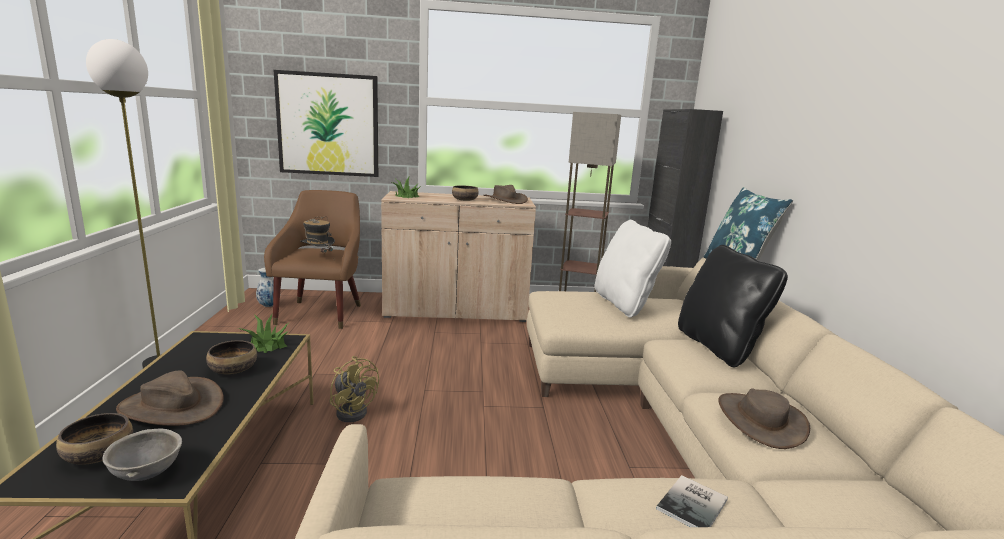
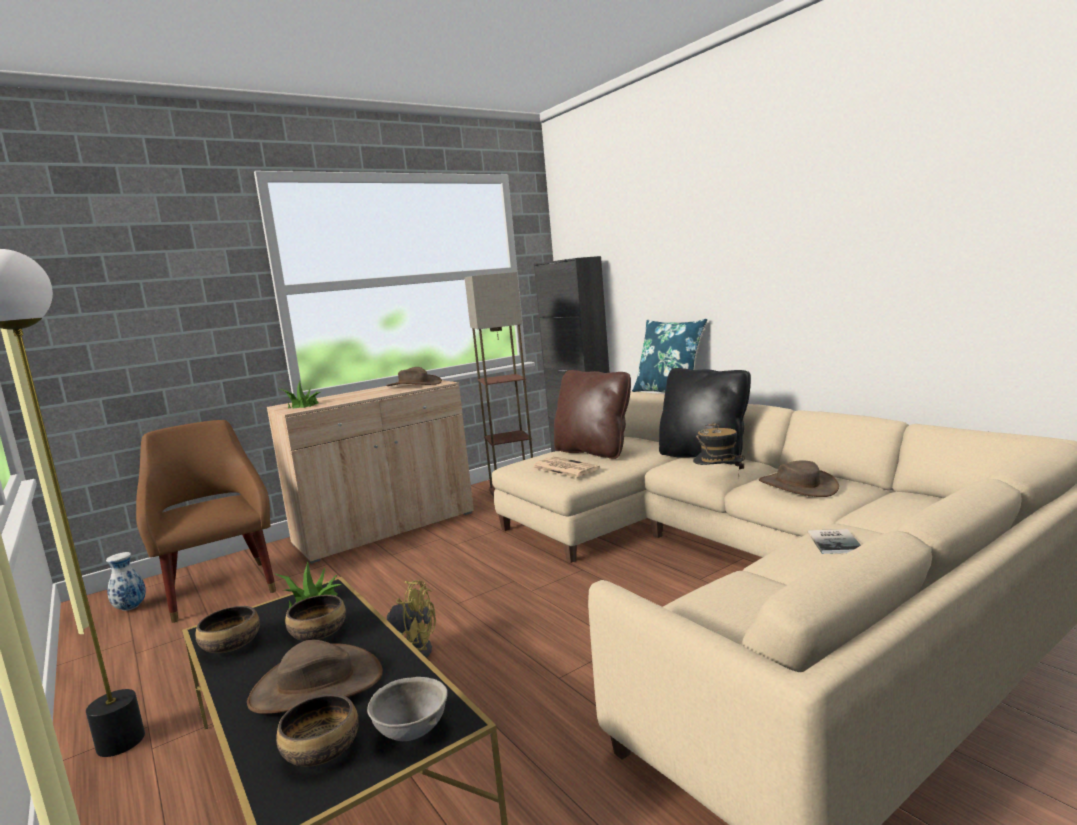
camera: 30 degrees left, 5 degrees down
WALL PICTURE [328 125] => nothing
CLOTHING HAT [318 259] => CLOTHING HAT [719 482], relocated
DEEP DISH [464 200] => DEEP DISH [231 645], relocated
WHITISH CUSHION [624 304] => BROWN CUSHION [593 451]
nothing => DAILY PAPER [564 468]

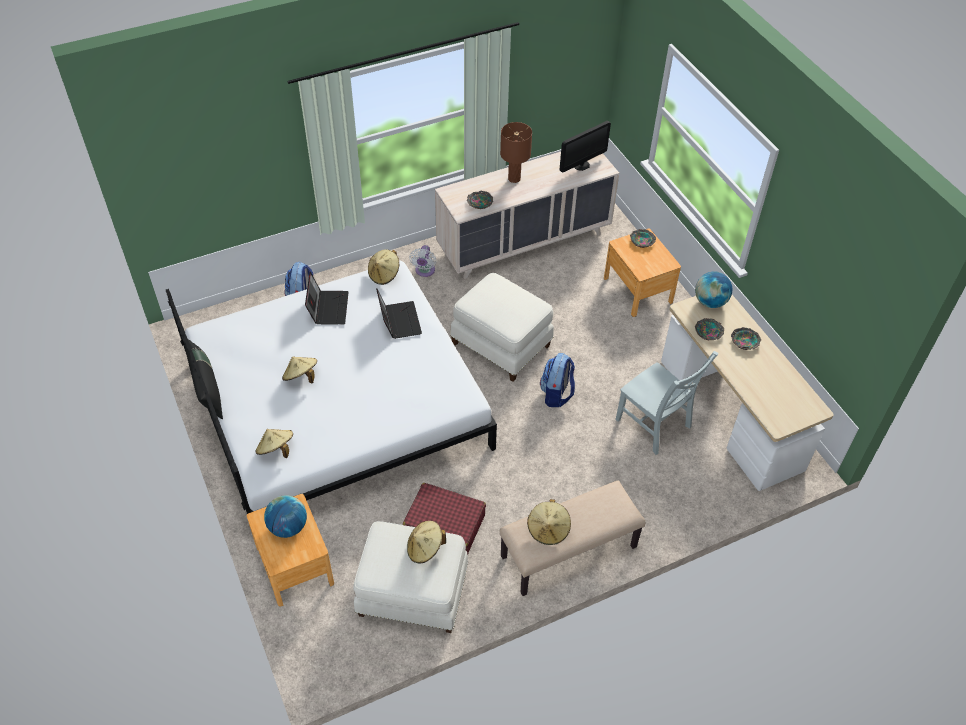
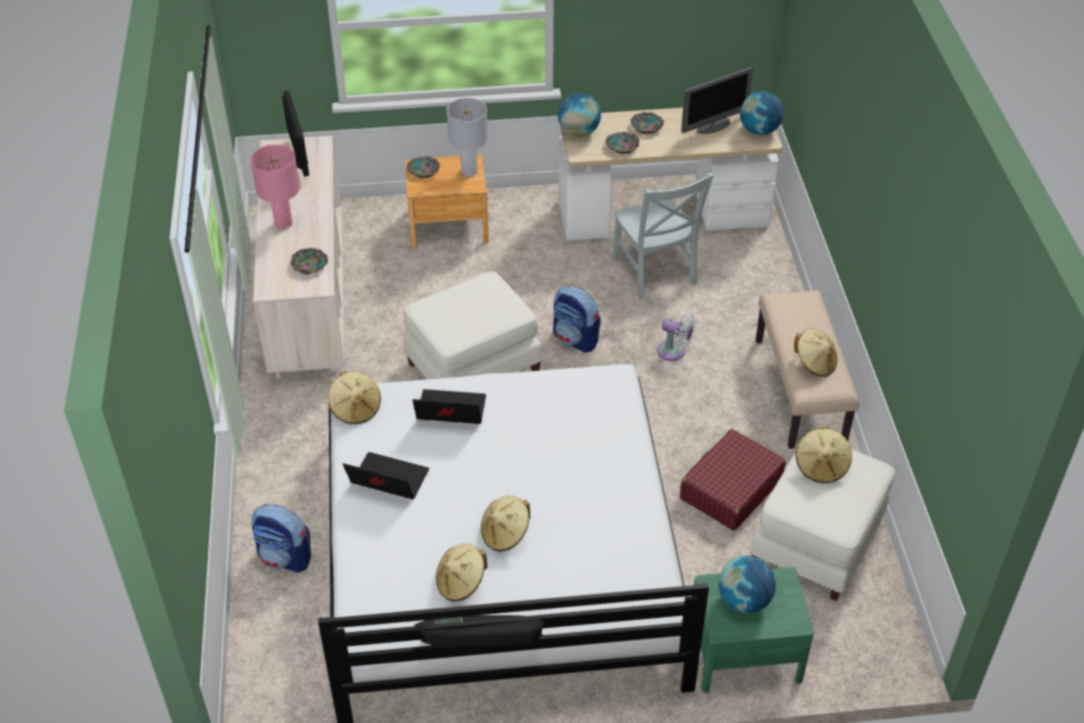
camera: 70 degrees left, 5 degrees down
BROWN NIGHTSTAND [294 565] => GREEN NIGHTSTAND [744 653]
SAND-COLOURED CLOTHING HAT [276 450] => SAND-COLOURED CLOTHING HAT [461 583], relocated
WHITISH FAN [424 271] => WHITISH FAN [674 352], relocated
BROWN TABLETOP LAMP [514 178] => PINK-COLOURED TABLETOP LAMP [283 224]
GREYISH UPRIGHT CHAIR [655 425] => GREYISH UPRIGHT CHAIR [655 273], 90 degrees clockwise
nothing => GREYISH TABLETOP LAMP [469 171]
nothing => MONITOR [713 126]
nothing => WORLD GLOBE [759 131]

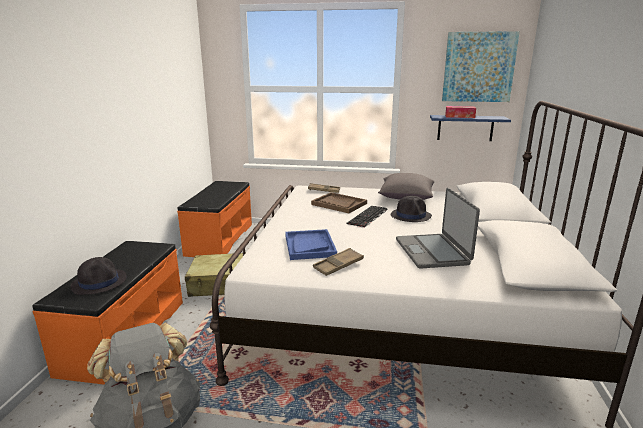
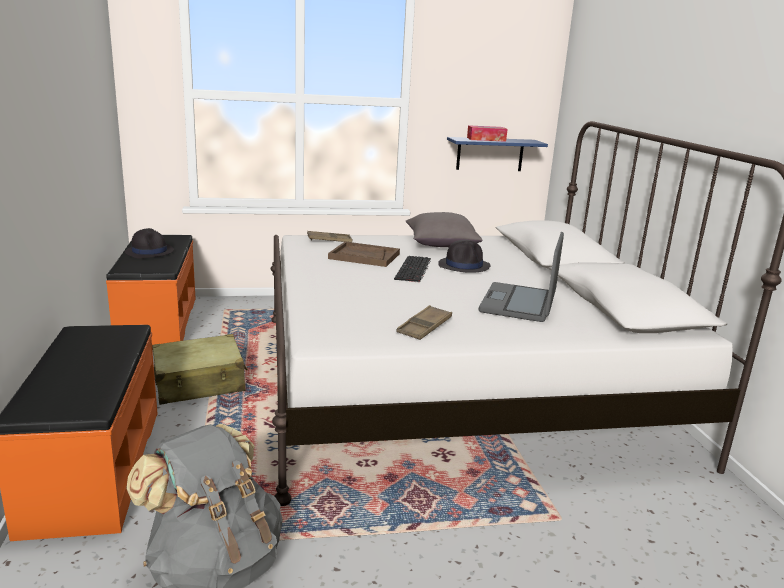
camera: 20 degrees left, 0 degrees up
BLACKISH CLOTHING HAT [99 282] => BLACKISH CLOTHING HAT [149 251], relocated
BLUISH CARRYING TRAY [309 246] => nothing
NOTEBOOK COMPUTER [432 251] => NOTEBOOK COMPUTER [519 304], 45 degrees clockwise
WALL PICTURE [478 67] => nothing

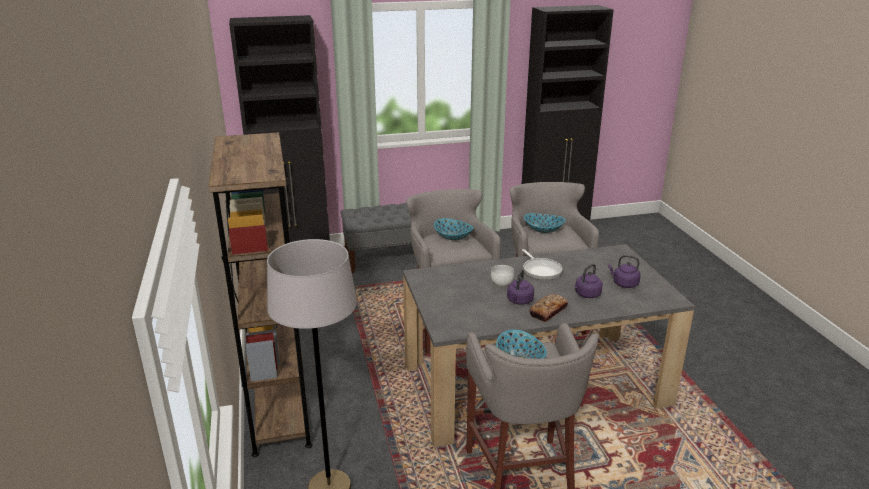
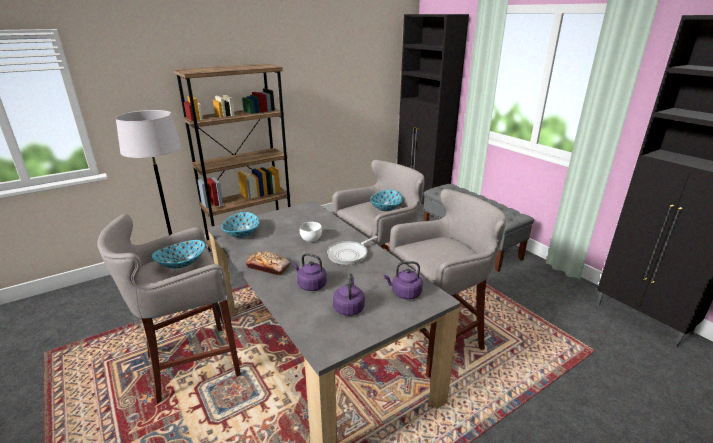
camera: 70 degrees right, 0 degrees up
PURPLISH TEA KETTLE [519 301] => PURPLISH TEA KETTLE [404 293], relocated
DEEP DISH [543 230] => DEEP DISH [242 234], relocated

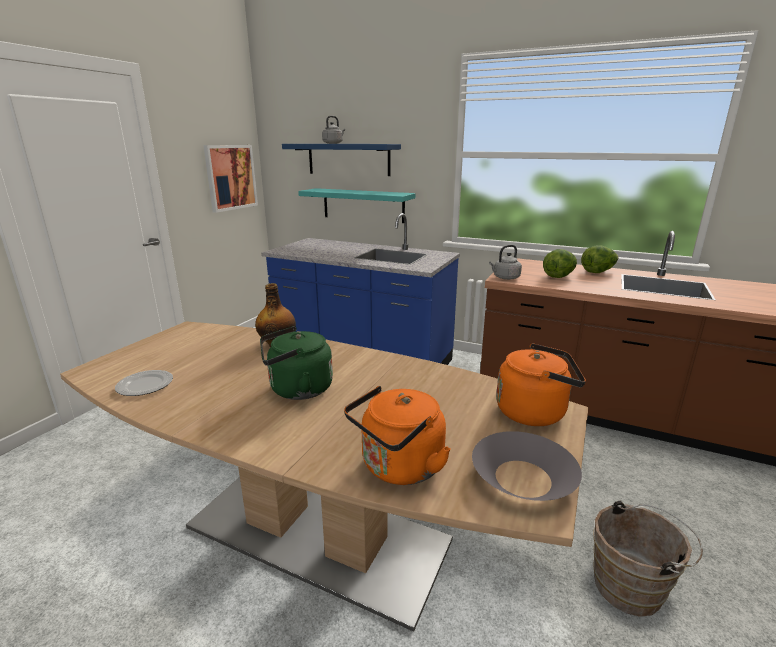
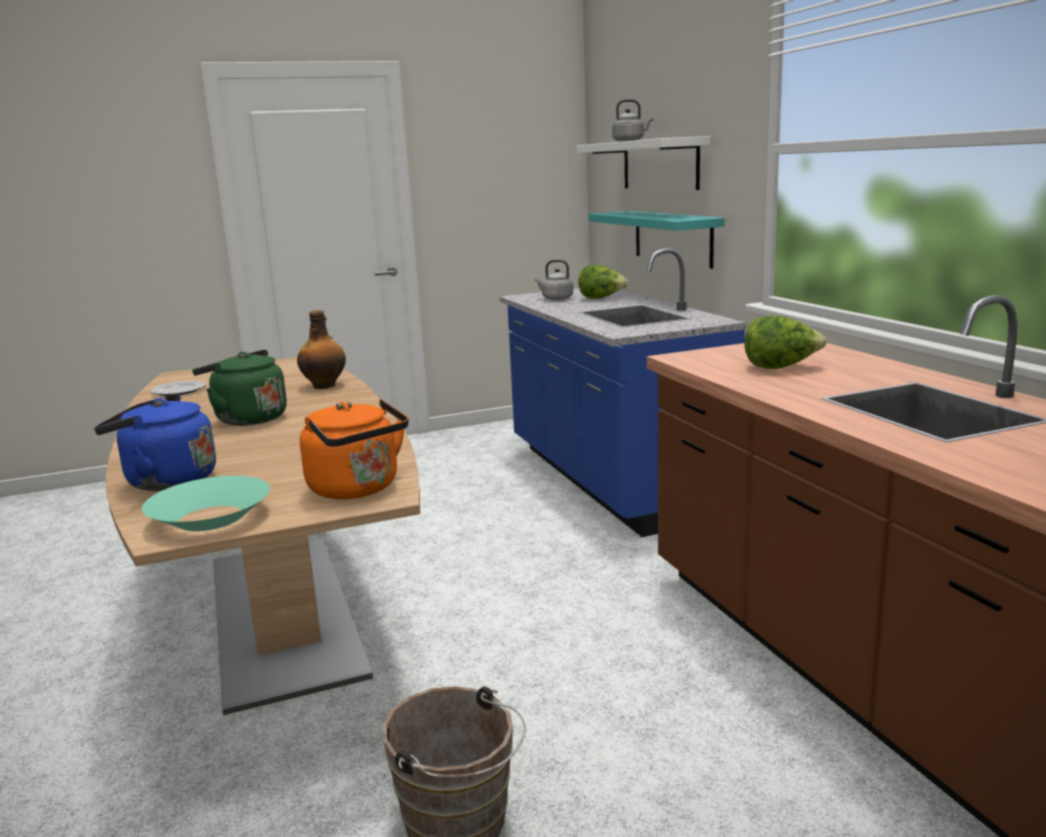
camera: 45 degrees right, 5 degrees down
WALL PICTURE [231 177] => nothing
BLUISH SHELF [348 159] => WHITISH SHELF [660 164]
ORANGE-COLOURED TEA KETTLE [399 468] => BLUISH TEA KETTLE [165 481]
GREYISH DEEP DISH [522 477] => TURQUOISE-COLOURED DEEP DISH [211 517]
GREYISH TEA KETTLE [505 278] => GREYISH TEA KETTLE [555 299], relocated
LETTUCE HEAD [598 272] => LETTUCE HEAD [601 298], relocated

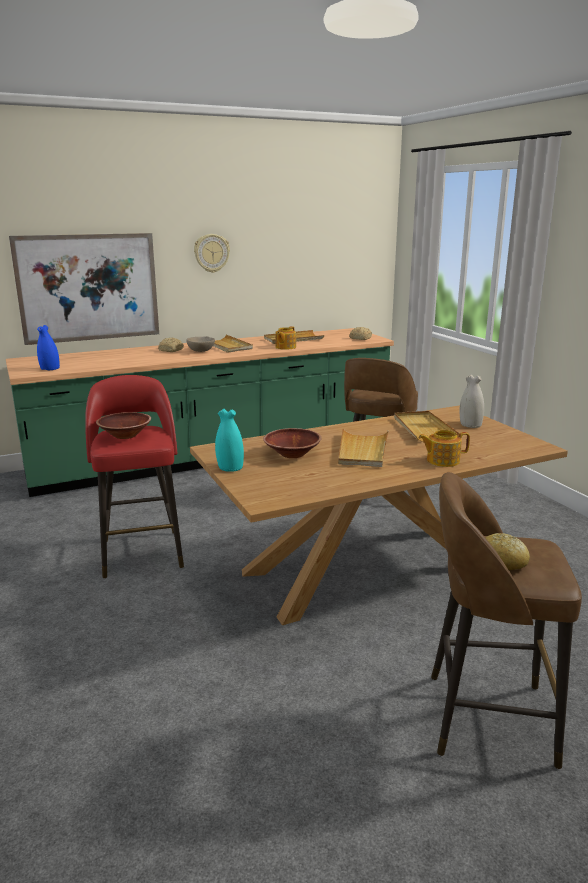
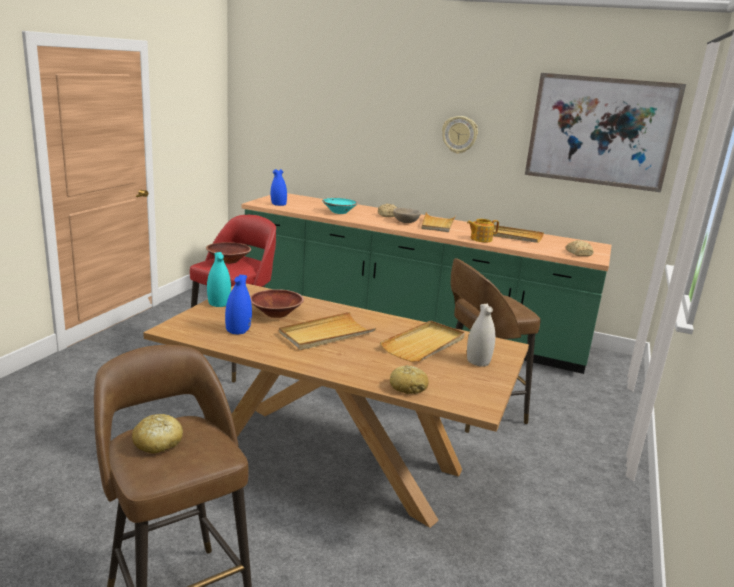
camera: 45 degrees right, 0 degrees up
WALL PICTURE [88 288] => WALL PICTURE [600 131], relocated
POT FOR TEA [442 460] => nothing
nothing => BLUISH VASE [238 329]
nothing => TURQUOISE-COLOURED DEEP DISH [339 212]
nothing => BAKED BREAD [408 387]

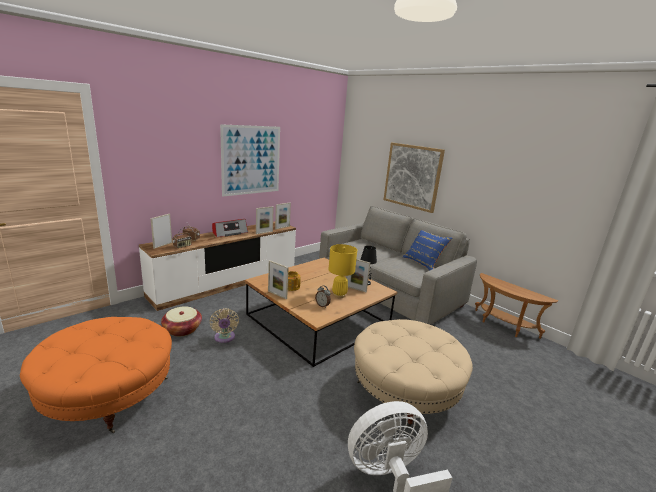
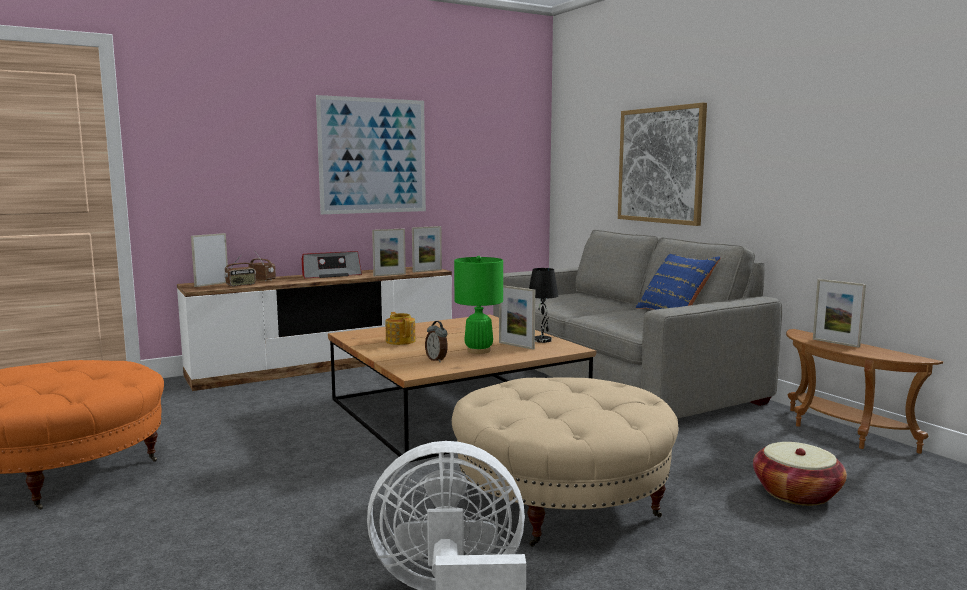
camera: 15 degrees right, 10 degrees down
STORAGE BASKET [182 329] => STORAGE BASKET [796 493], relocated
SAND-COLOURED FAN [224 338] => nothing
PICTURE FRAME [277 295] => PICTURE FRAME [835 343], relocated
YELLOW TABLETOP LAMP [339 295] => GREEN TABLETOP LAMP [479 351]

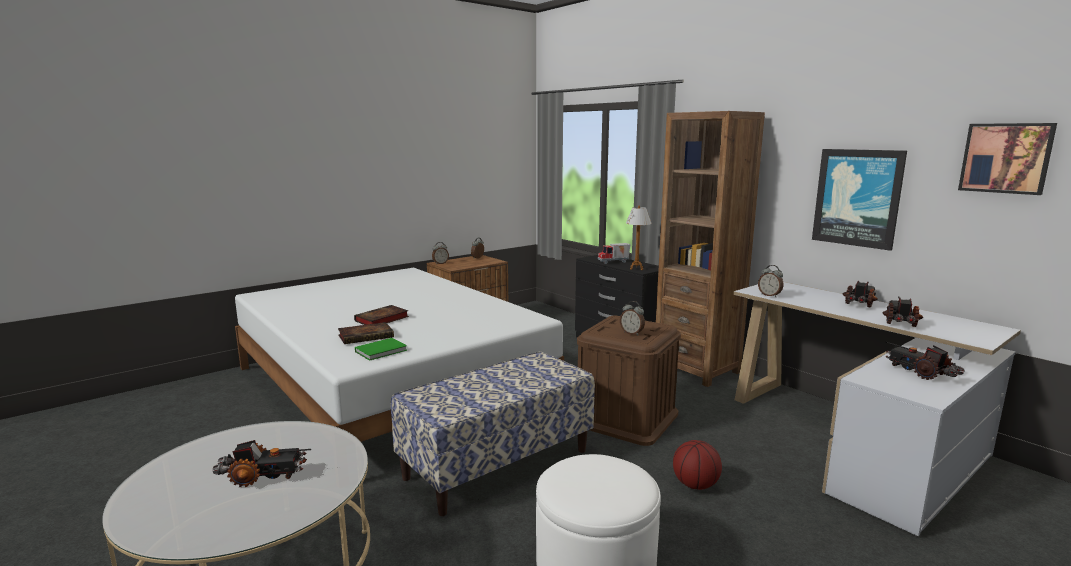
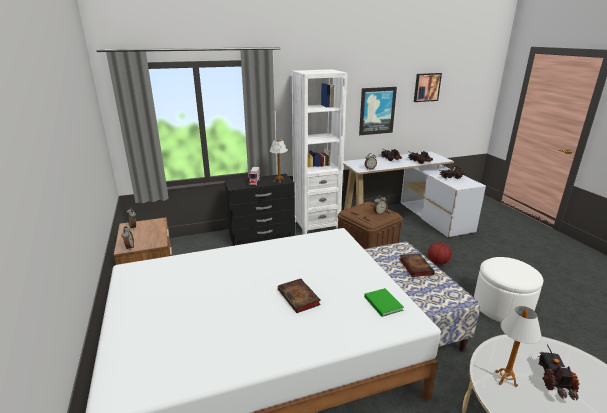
camera: 70 degrees left, 10 degrees up
VOLUME [367 336] => VOLUME [415 266], relocated
BROWN SHELVING UNIT [696 369] => WHITISH SHELVING UNIT [316 224]
nothing => TABLETOP LAMP [506 379]

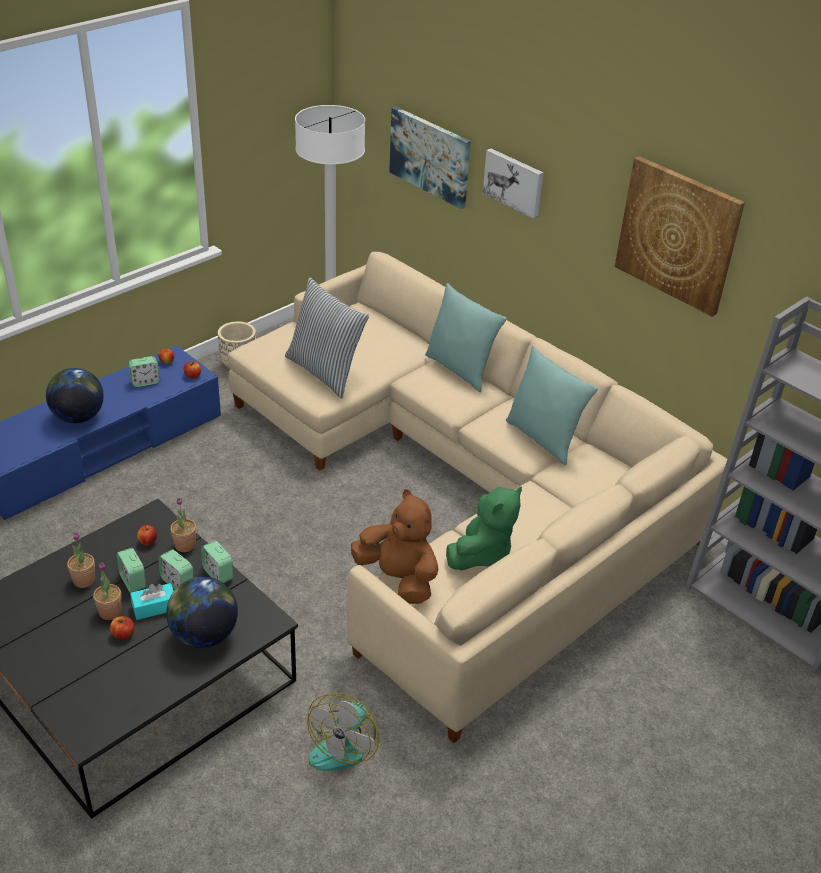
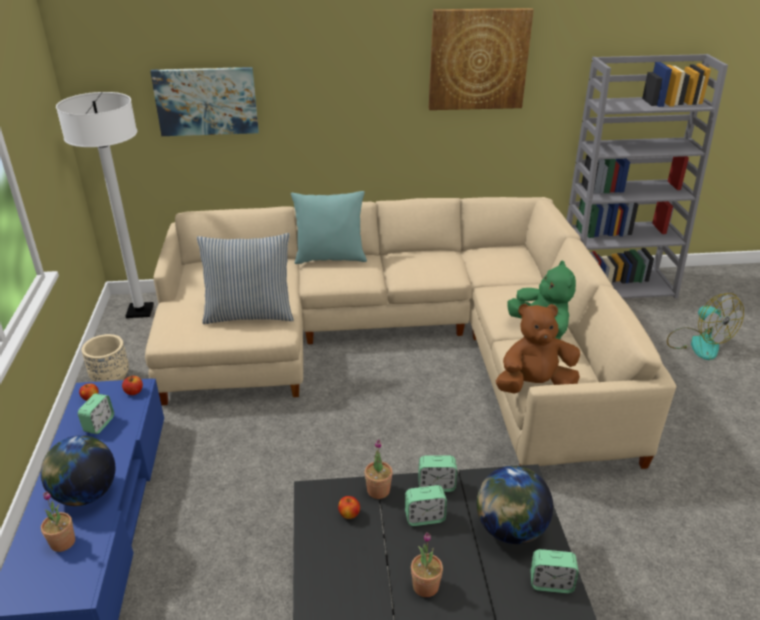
camera: 50 degrees left, 5 degrees down
POTTED PLANT [84 580] => POTTED PLANT [63 542], relocated
WHOLE APPLE [123 634] => nothing
ALARM CLOCK [133 581] => ALARM CLOCK [551 583], relocated
TURQUOISE-COLOURED TISSUE HOLDER [154 607] => nothing
FAN [344 744] => FAN [697 343], relocated
WALL PICTURE [514 182] => nothing
TURQUOISE-COLOURED CUSHION [544 438] => nothing

